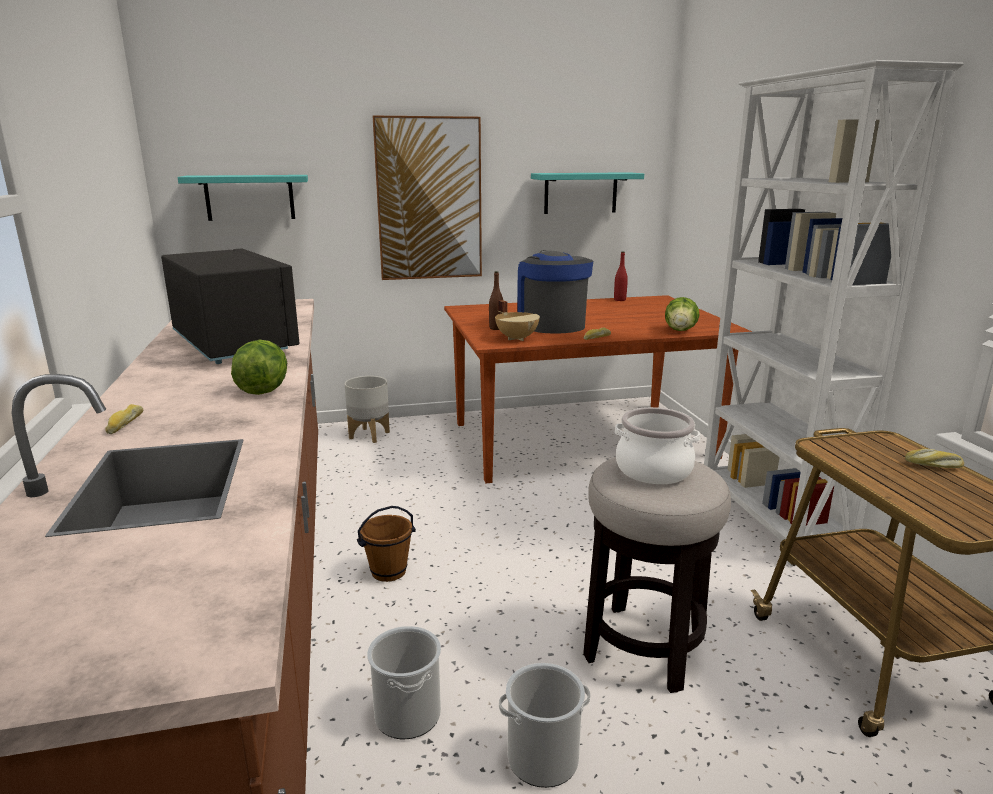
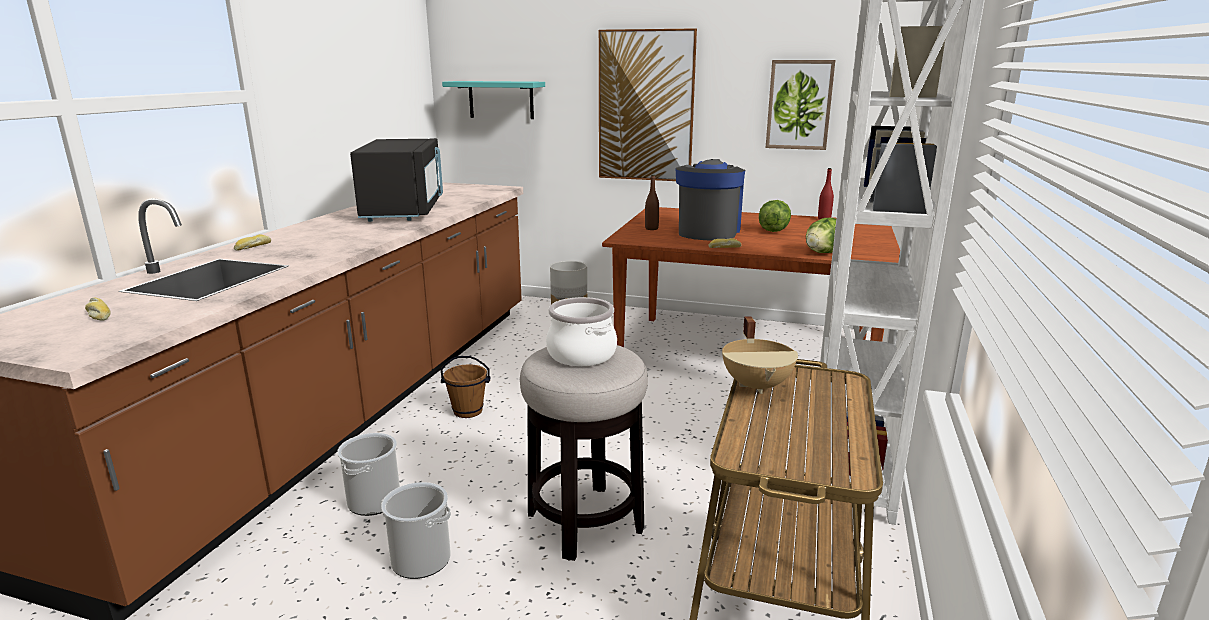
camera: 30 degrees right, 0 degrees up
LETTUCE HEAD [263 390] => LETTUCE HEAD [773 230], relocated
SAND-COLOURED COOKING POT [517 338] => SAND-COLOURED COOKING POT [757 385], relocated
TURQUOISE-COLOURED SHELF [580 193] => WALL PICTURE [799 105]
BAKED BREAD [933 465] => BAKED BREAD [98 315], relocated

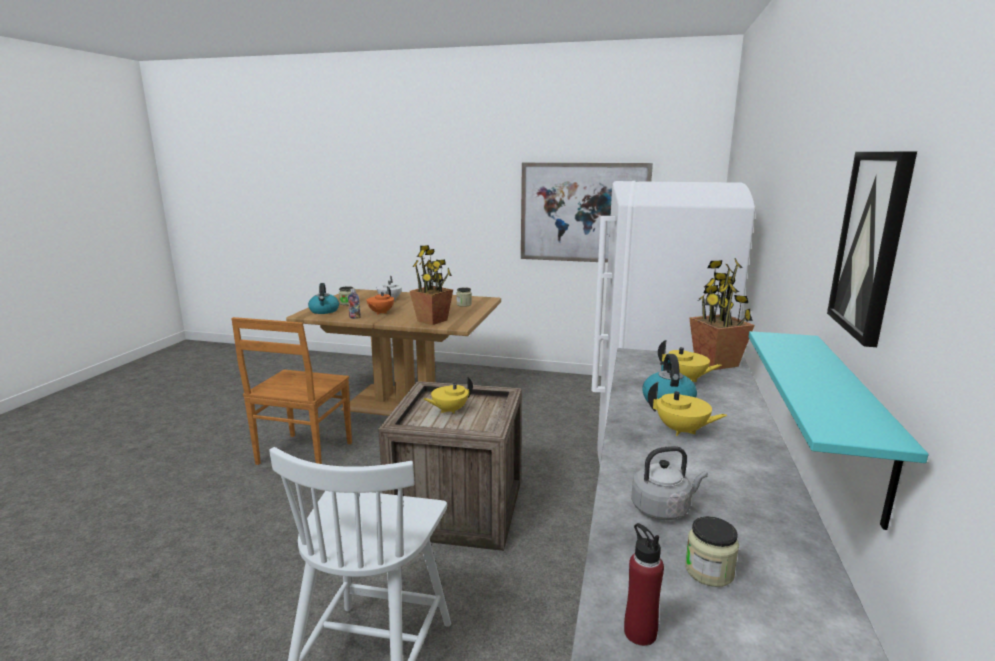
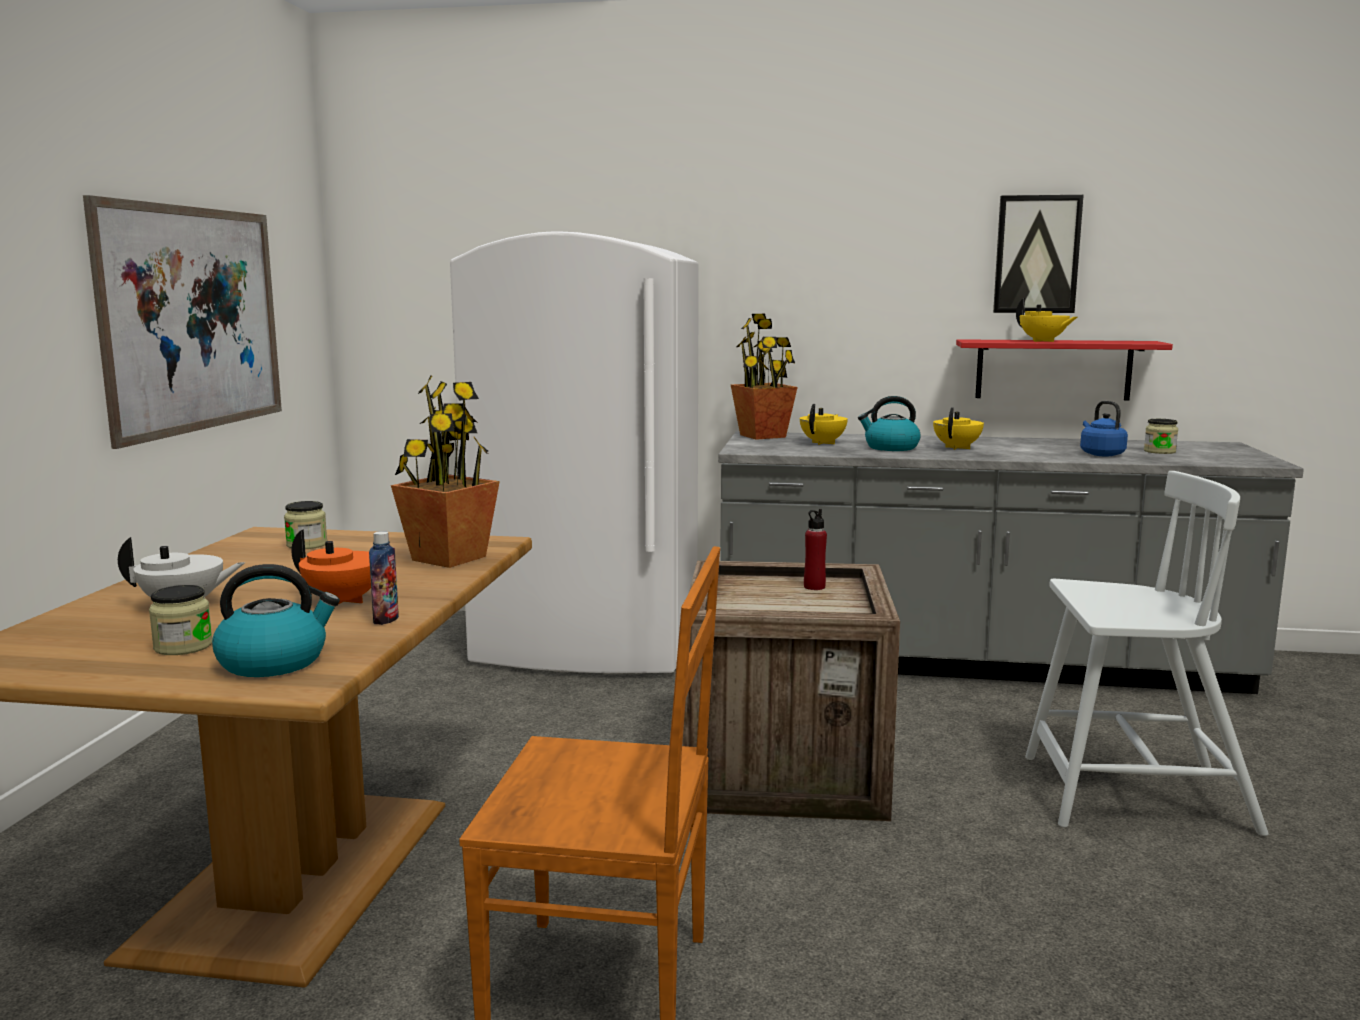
camera: 95 degrees left, 5 degrees down
YELLOW POT FOR TEA [449 410] => YELLOW POT FOR TEA [1043 341], relocated
RED-COLOURED DRINK BOTTLE [640 632] => RED-COLOURED DRINK BOTTLE [814 587], relocated
GREYISH TEA KETTLE [663 509] => BLUISH TEA KETTLE [1100 454]
TURQUOISE-COLOURED SHELF [851 422] => RED-COLOURED SHELF [1053 369]

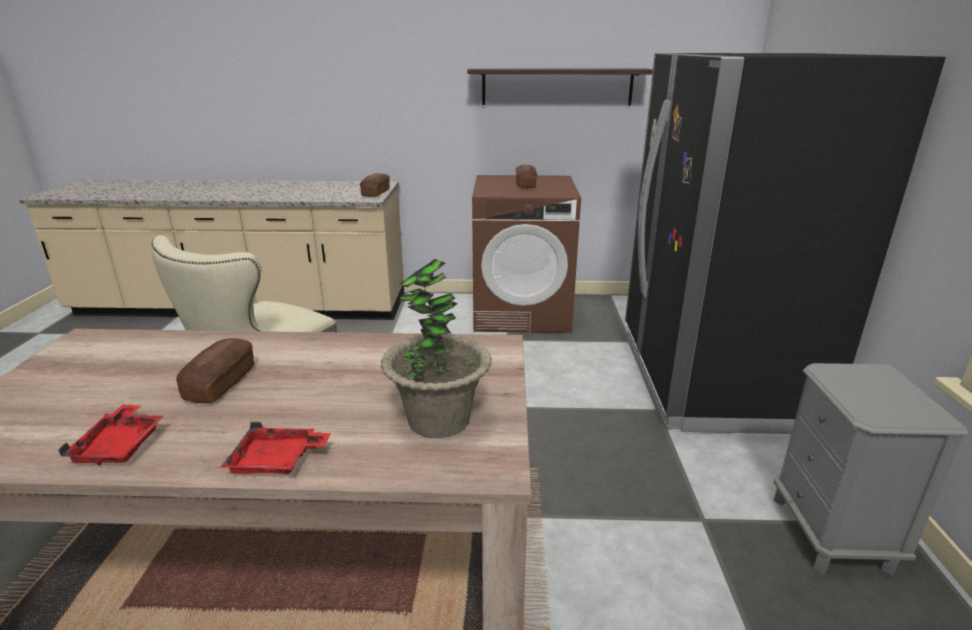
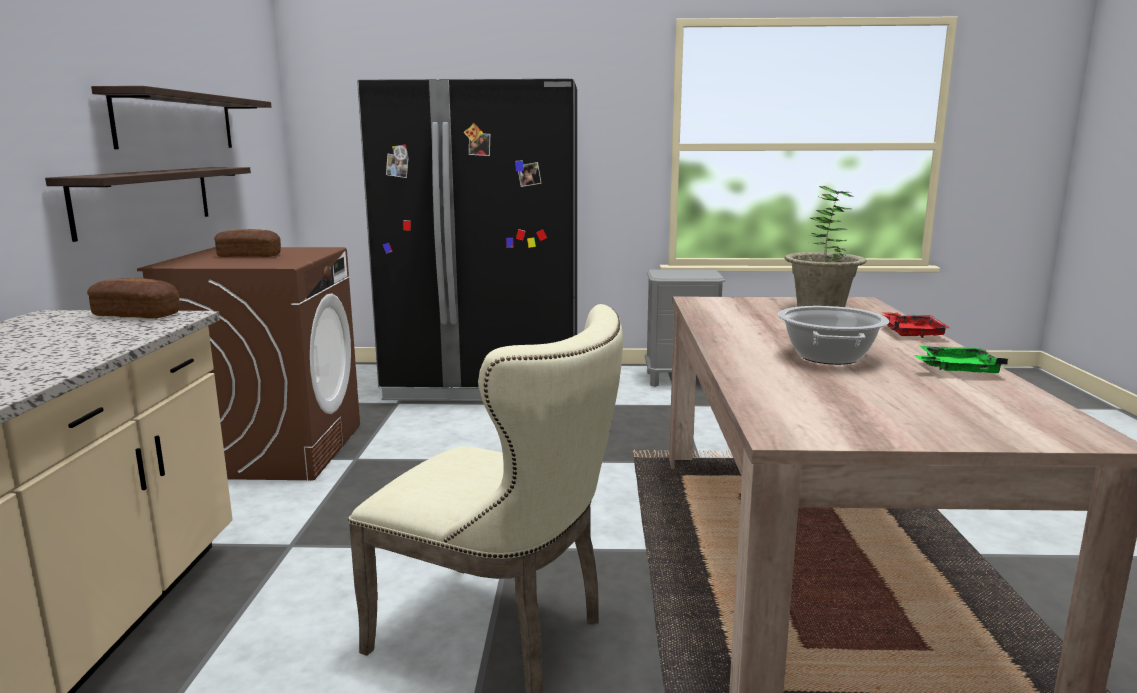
camera: 90 degrees left, 10 degrees down
RED-COLOURED CARRYING TRAY [121 446] => GREEN CARRYING TRAY [955 370]
BAKED BREAD [221 383] => COOKING POT [829 357]
nothing => SHELF [145 199]

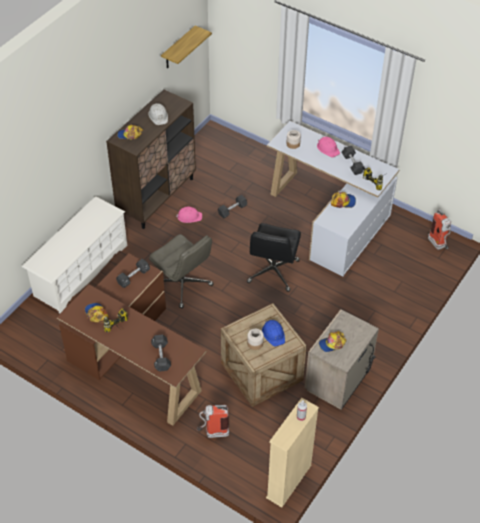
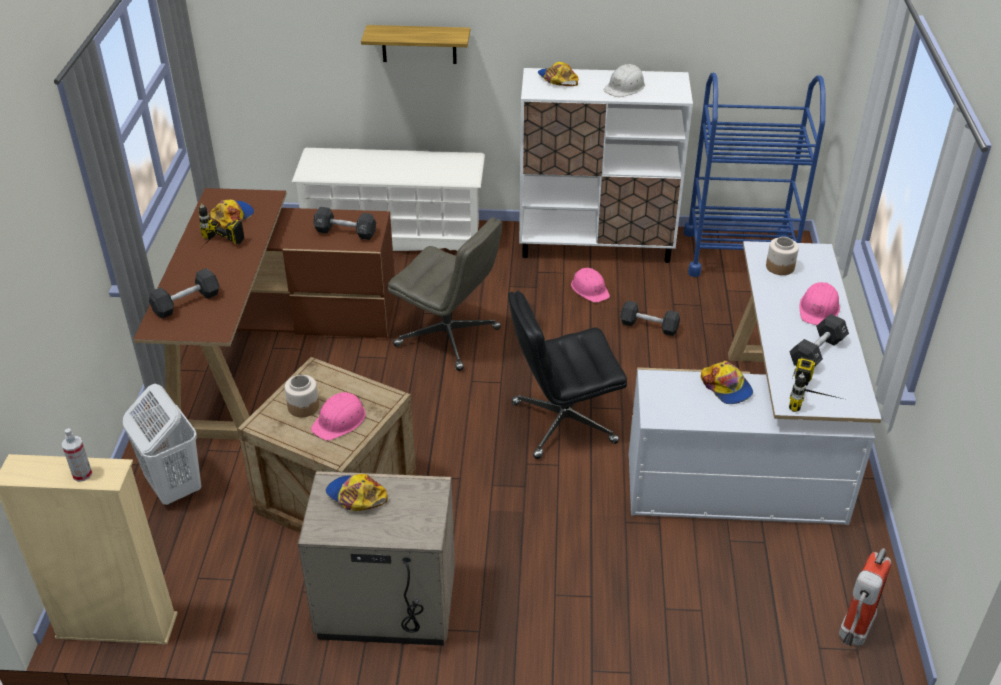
camera: 60 degrees right, 10 degrees down
BROWN STORAGE CABINET [157 197] => WHITISH STORAGE CABINET [596 244]
GREYISH DESK CHAIR [183 285] => GREYISH DESK CHAIR [449 337], 75 degrees counterclockwise
SHELF [178 48] => SHELF [419 44], relocated
FIRE EXTINGUISHER [213 433] => WHITISH WASHING BASKET [174 487]
BLUISH WORK HELMET [273 334] => PINK-COLOURED WORK HELMET [340 420]
nothing => BLUISH CART [739 254]

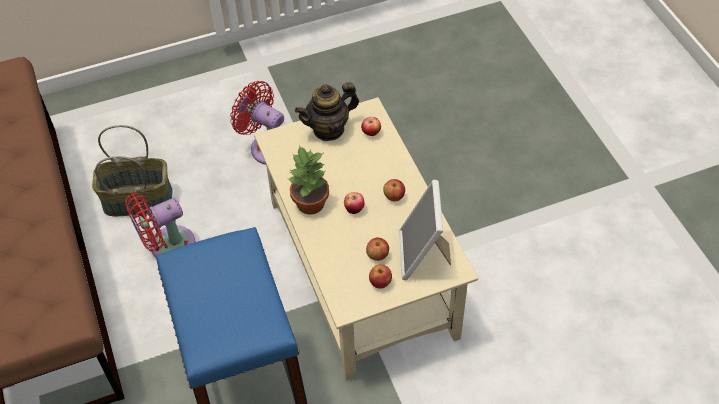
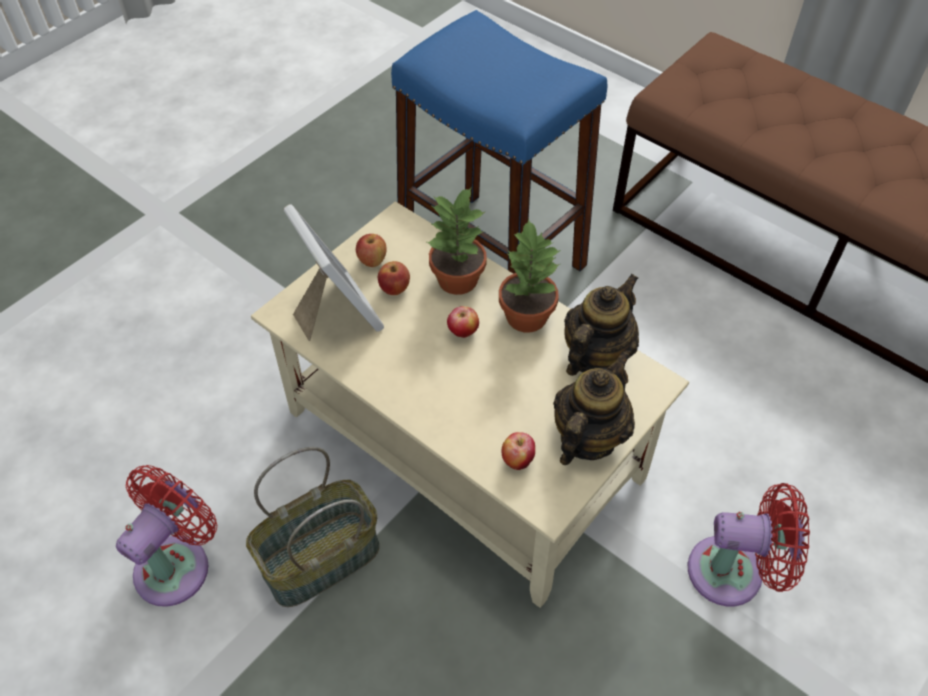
camera: 150 degrees right, 0 degrees up
STORAGE BASKET [139 199] => STORAGE BASKET [321 561], relocated
RED-COLOURED FAN [167 247] => RED-COLOURED FAN [177 563], relocated
WHOLE APPLE [394 196] => nothing
nothing => POTTED PLANT [456 280]
nothing => POT FOR TEA [595 356]

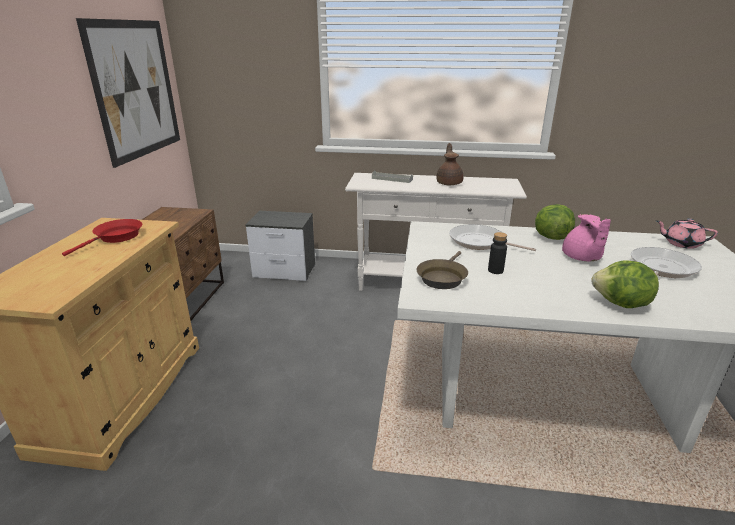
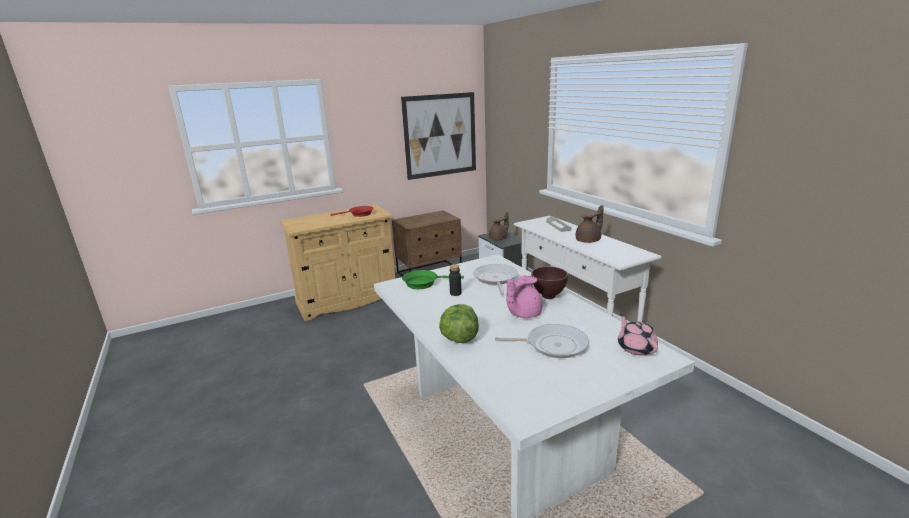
camera: 55 degrees right, 5 degrees down
BROWN PAN [442 277] => GREEN PAN [423 283]
LETTUCE HEAD [550 237] => BROWN DEEP DISH [547 296]
nothing => BROWN POT FOR TEA [499 238]

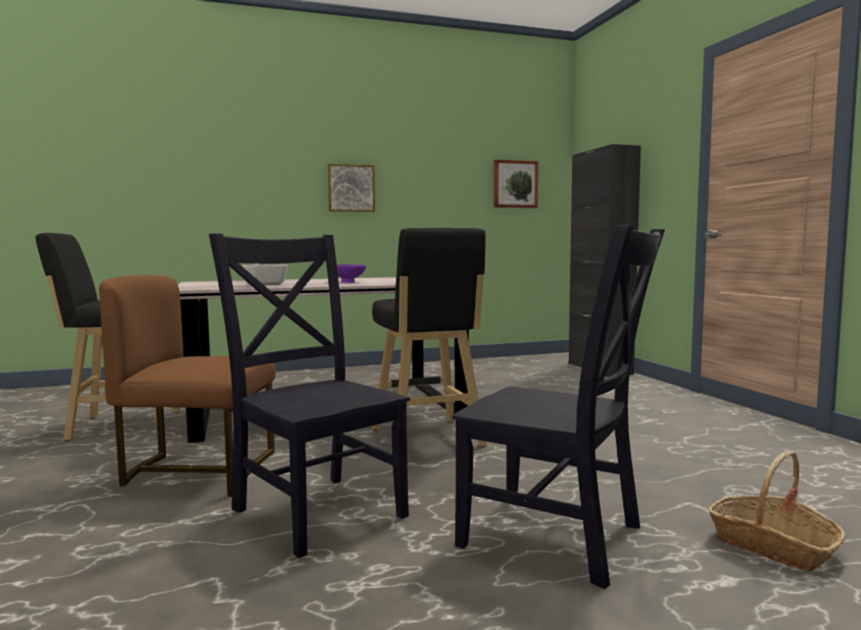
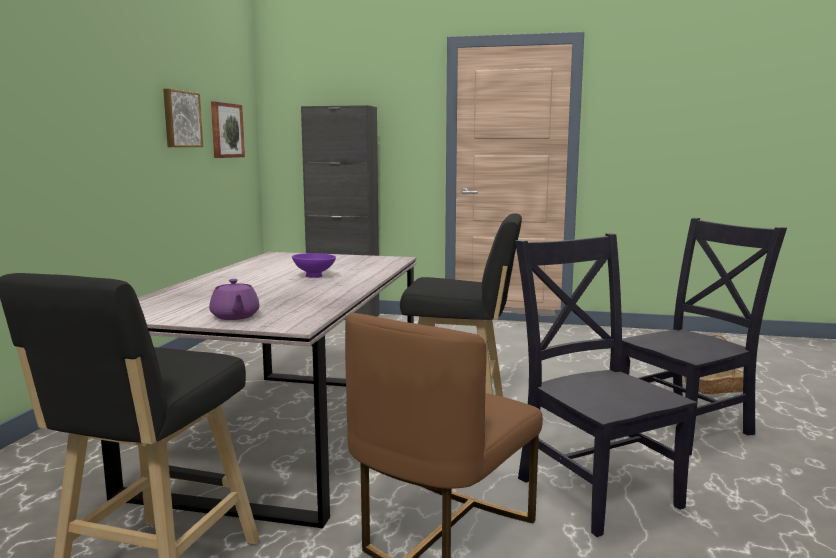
camera: 60 degrees left, 5 degrees up
BLACKISH UPRIGHT CHAIR [316 509] => BLACKISH UPRIGHT CHAIR [594 489], 75 degrees clockwise
PAN [263 284] => nothing
WALL PICTURE [351 188] => WALL PICTURE [181 119], relocated
nothing => PURPLISH POT FOR TEA [235 316]

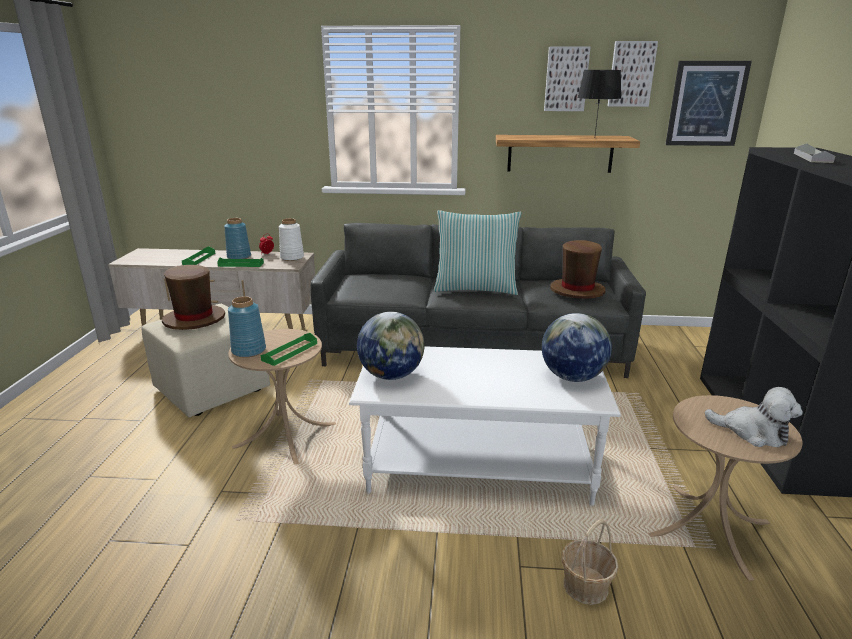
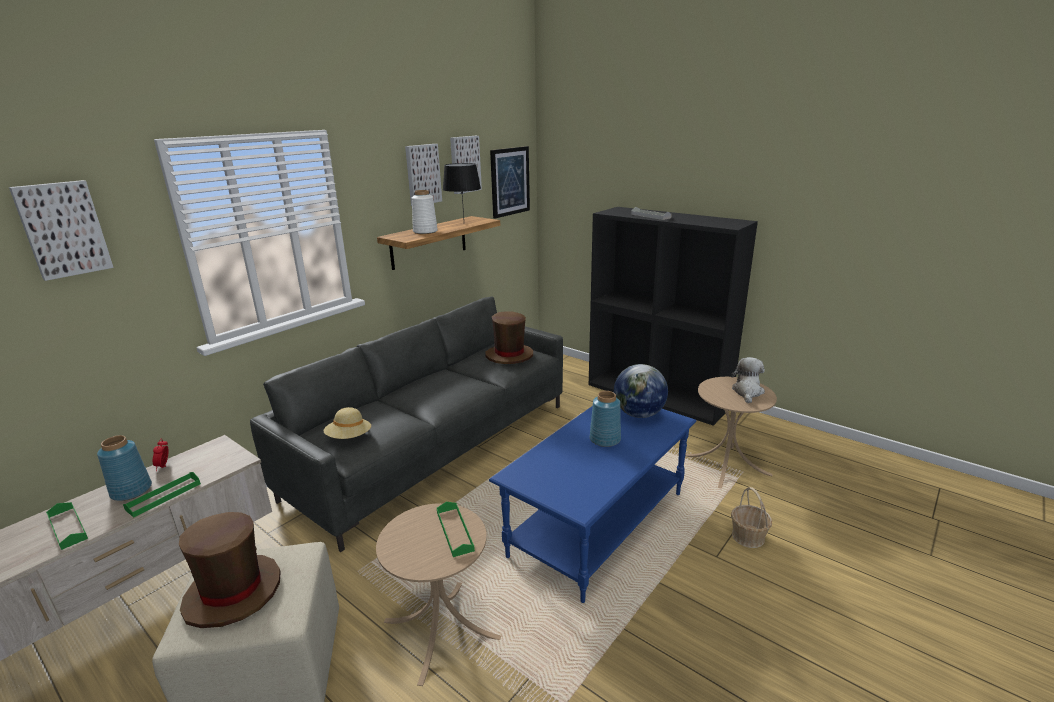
camera: 55 degrees left, 0 degrees up
BLUISH VASE [248 350] => BLUISH VASE [604 439], relocated
WHITISH VASE [291 257] => WHITISH VASE [425 232], relocated
WHITISH LOUNGE TABLE [479 465] => BLUISH LOUNGE TABLE [597 523]
WORLD GLOBE [391 375] => nothing
CUSHION [475 288] => nothing
CUDDLY TOY [752 432] => CUDDLY TOY [747 392], 45 degrees counterclockwise
nothing => WALL PICTURE [63 229]
nothing => SAND-COLOURED CLOTHING HAT [349 438]

